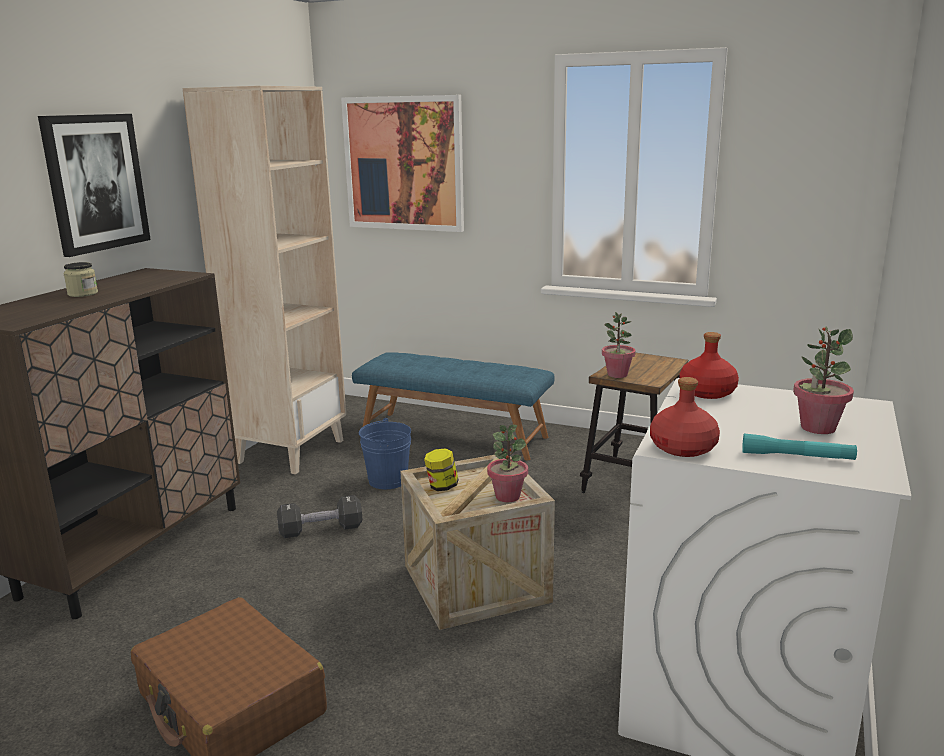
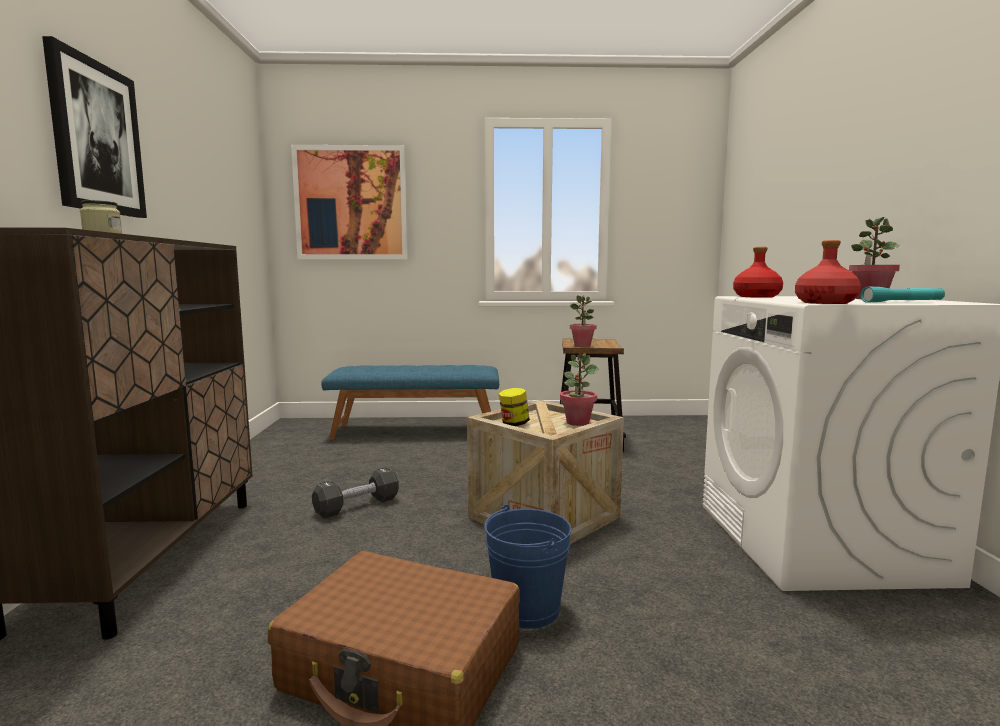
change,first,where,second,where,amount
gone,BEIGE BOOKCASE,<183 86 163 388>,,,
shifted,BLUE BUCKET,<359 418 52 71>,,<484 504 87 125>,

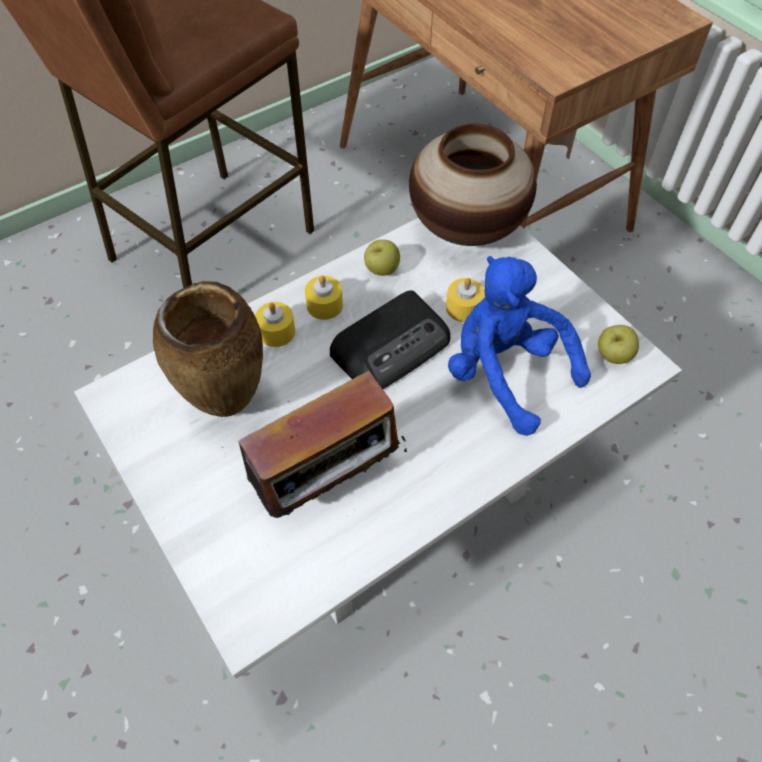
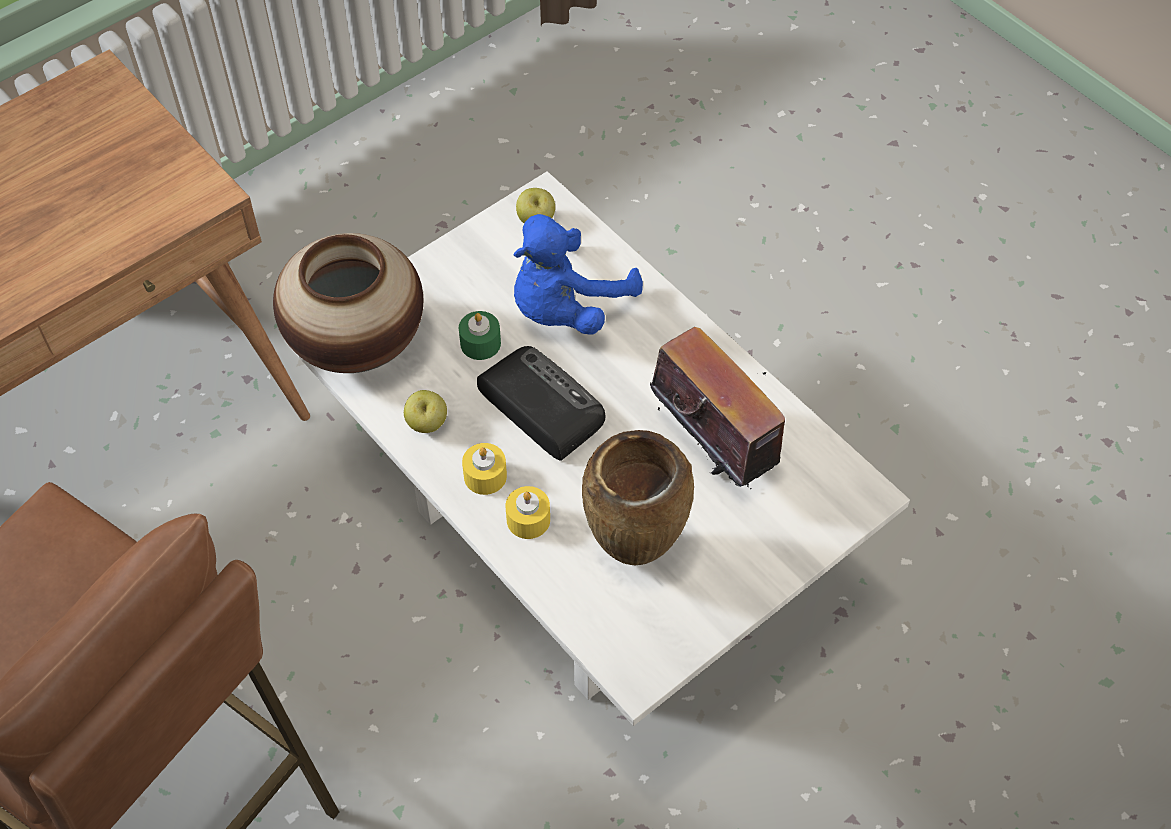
change,first,where,second,where,amount
repainted,YELLOW CANDLE,<446 278 39 44>,GREEN CANDLE,<459 311 42 49>,

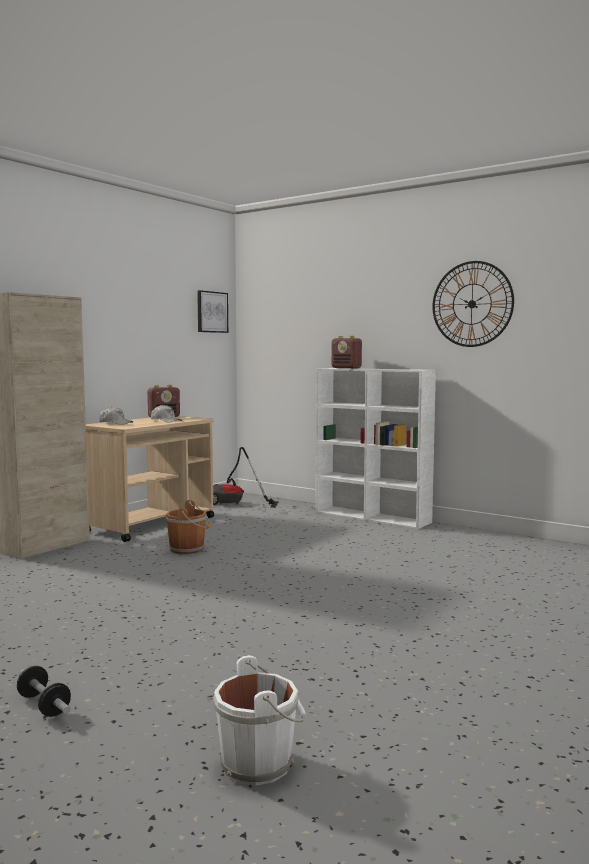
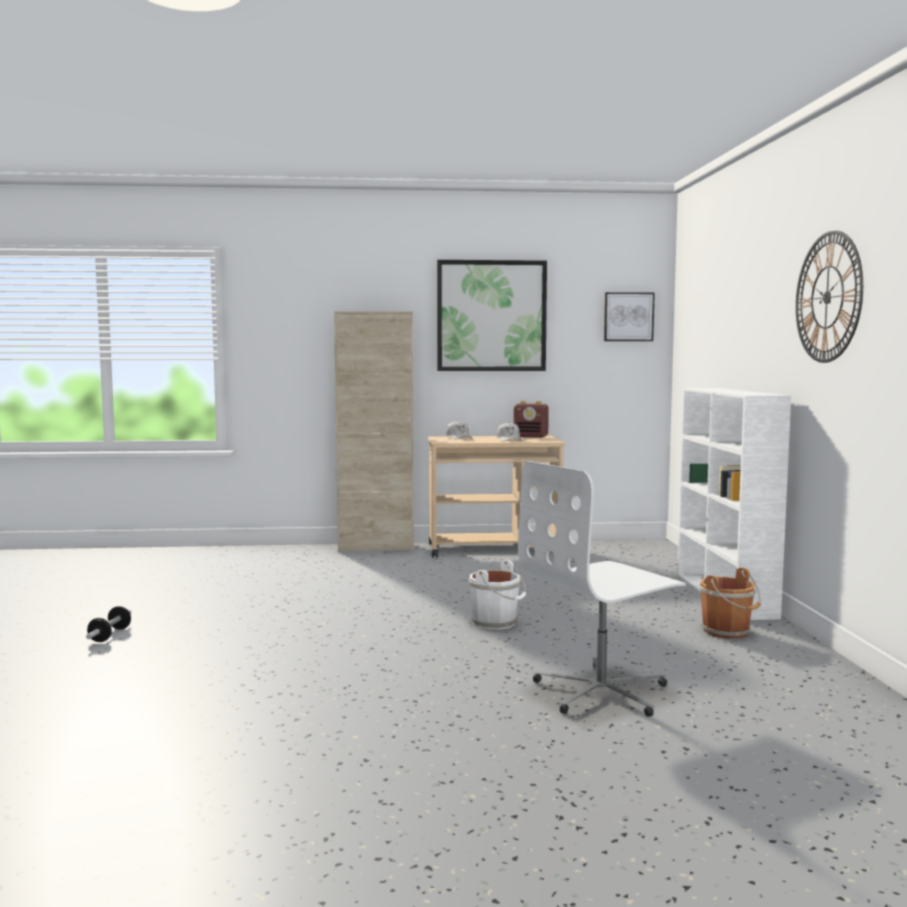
change,first,where,second,where,amount
shifted,BROWN BUCKET,<166 500 45 54>,,<700 567 61 72>,
gone,VACUUM CLEANER,<213 447 66 61>,,,
shifted,WHITE BUCKET,<213 655 93 131>,,<469 560 57 70>,
gone,RADIO,<331 336 31 33>,,,
new,,,PICTURE,<437 260 110 111>,
new,,,WHITE OFFICE CHAIR,<518 461 168 256>,

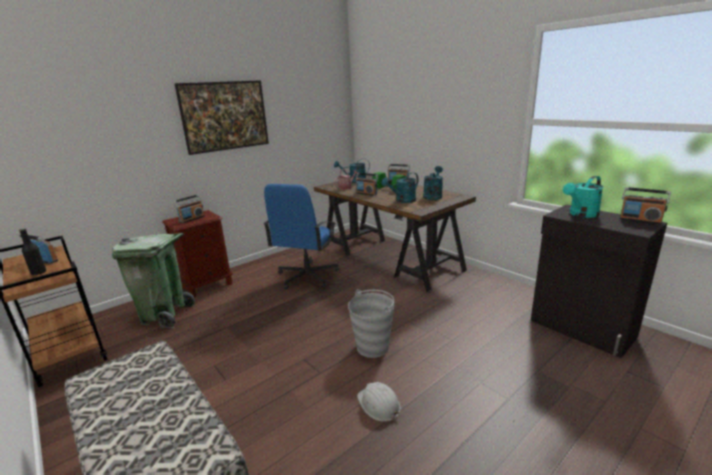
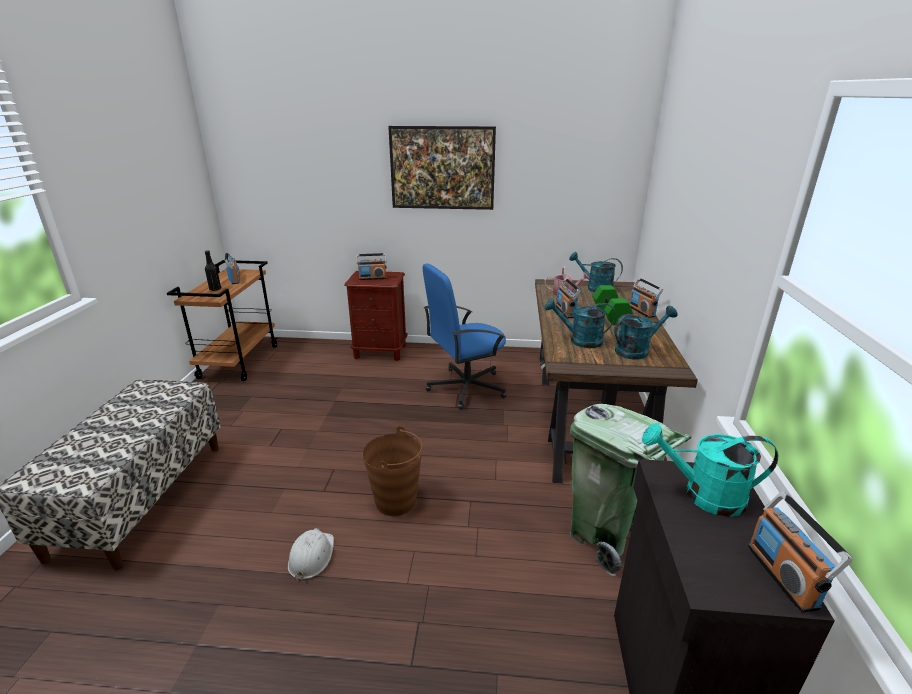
change,first,where,second,where,amount
shifted,GREEN TRASH CAN,<112 233 83 95>,,<570 404 121 172>,
repainted,GREY BUCKET,<348 289 47 69>,BROWN BUCKET,<363 426 60 90>,

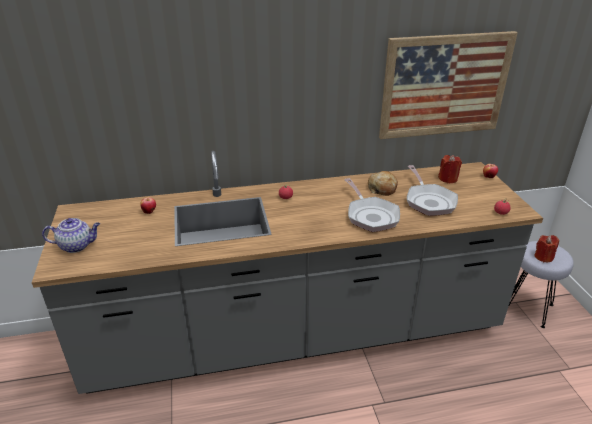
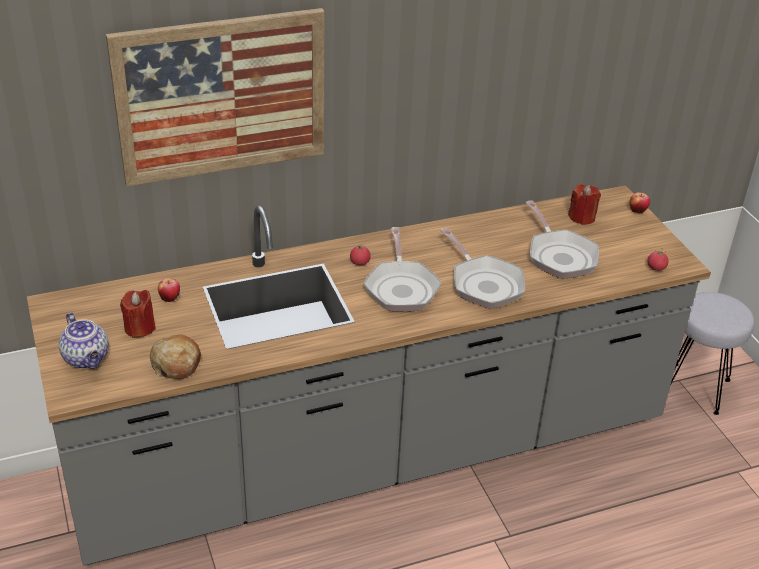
change,first,where,second,where,amount
rotated,TEAPOT,<42 218 58 35>,,<59 312 50 57>,75 degrees clockwise
shifted,BREAD,<368 171 30 25>,,<150 334 51 45>,
shifted,PICTURE,<379 31 139 108>,,<106 8 218 178>,
shifted,RED CANDLE,<535 235 24 27>,,<120 290 36 48>,
new,,,FRYING PAN,<363 227 79 84>,

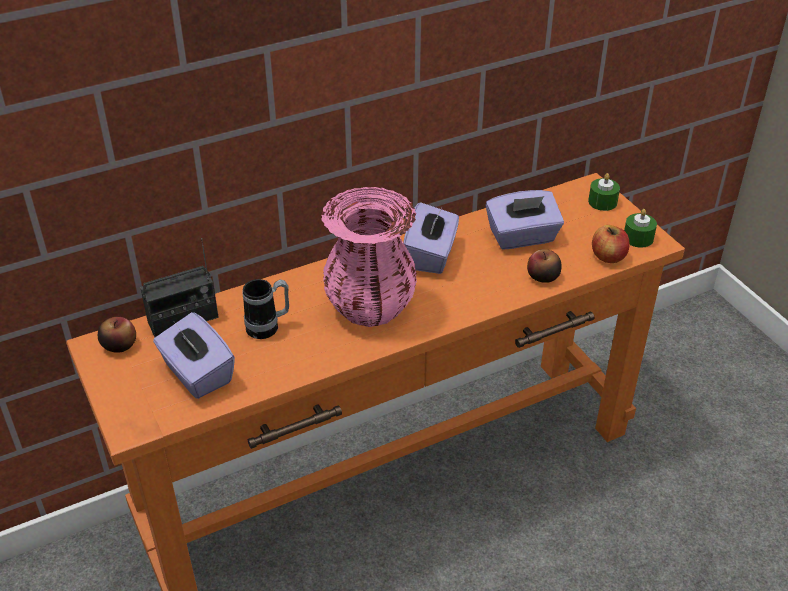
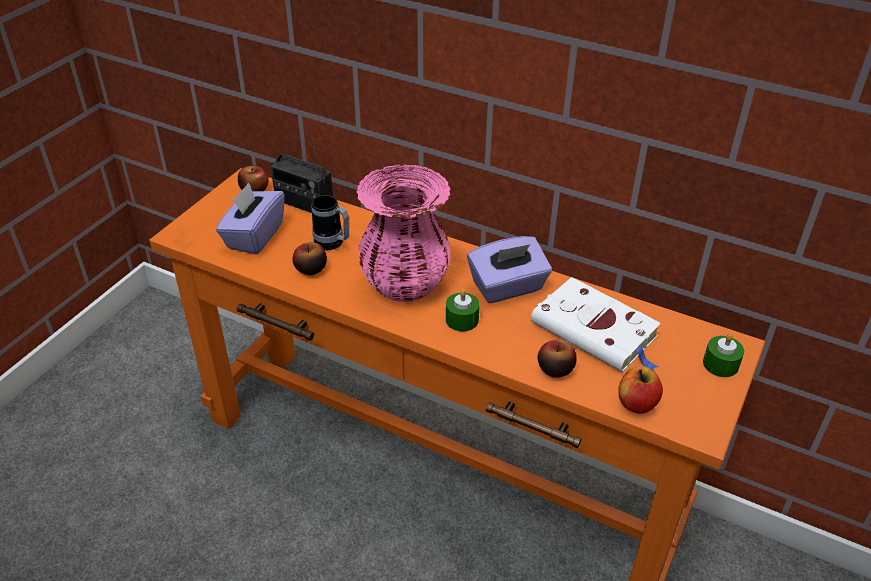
change,first,where,second,where,amount
swapped,PURPLE TISSUE BOX,<485 190 79 60>,WHITE BOOK,<531 277 130 95>,
shifted,GREEN CANDLE,<624 209 33 39>,,<446 289 34 42>,
new,,,APPLE,<293 242 34 33>,

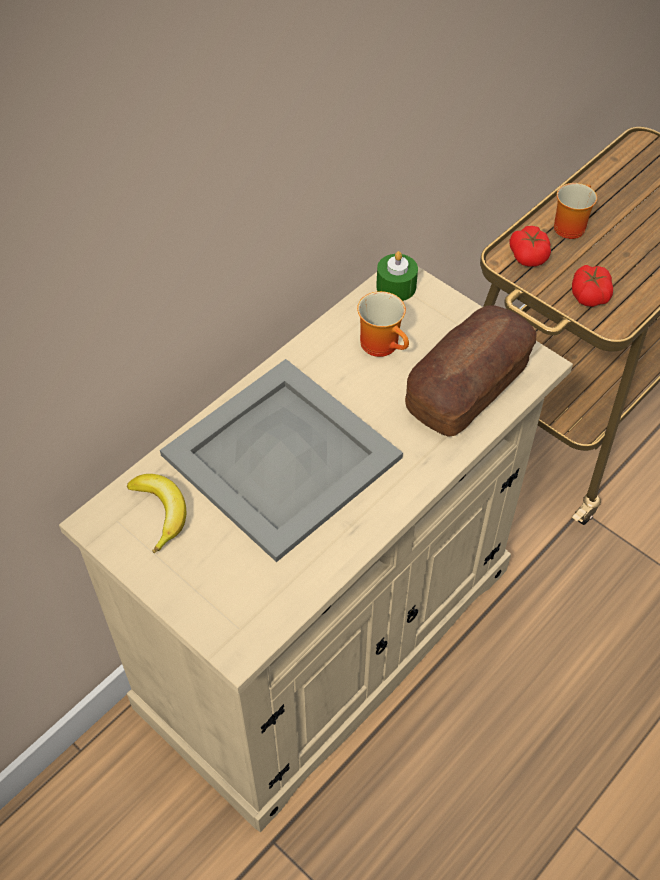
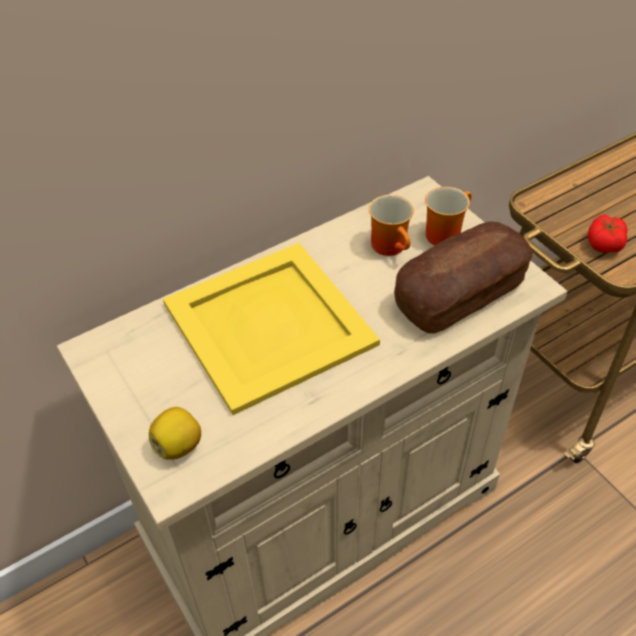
change,first,where,second,where,amount
gone,BANANA,<127 474 59 79>,,,
repainted,GREY TRAY,<160 359 243 203>,YELLOW TRAY,<163 243 217 172>,
gone,GREEN CANDLE,<376 251 42 50>,,,
gone,TOMATO,<509 226 42 41>,,,
shifted,MUG,<554 183 43 56>,,<425 187 47 58>,
new,,,LEMON,<149 407 52 53>,

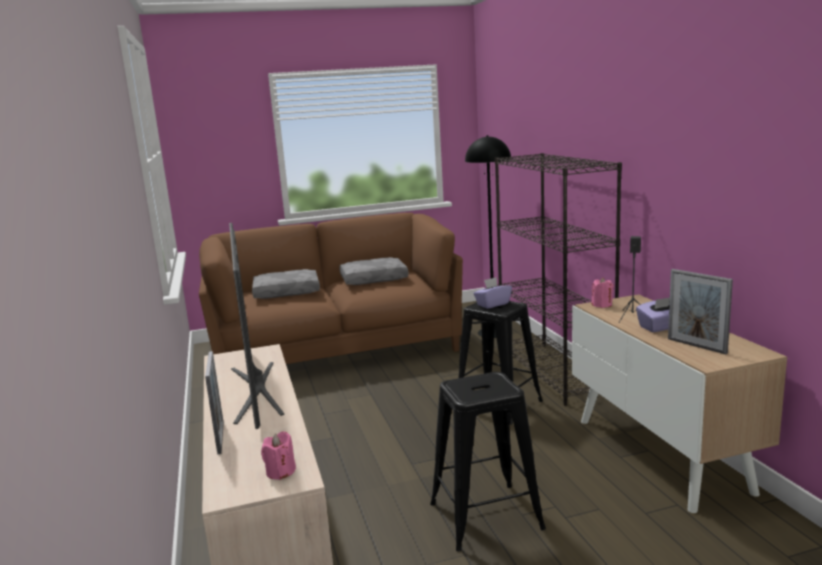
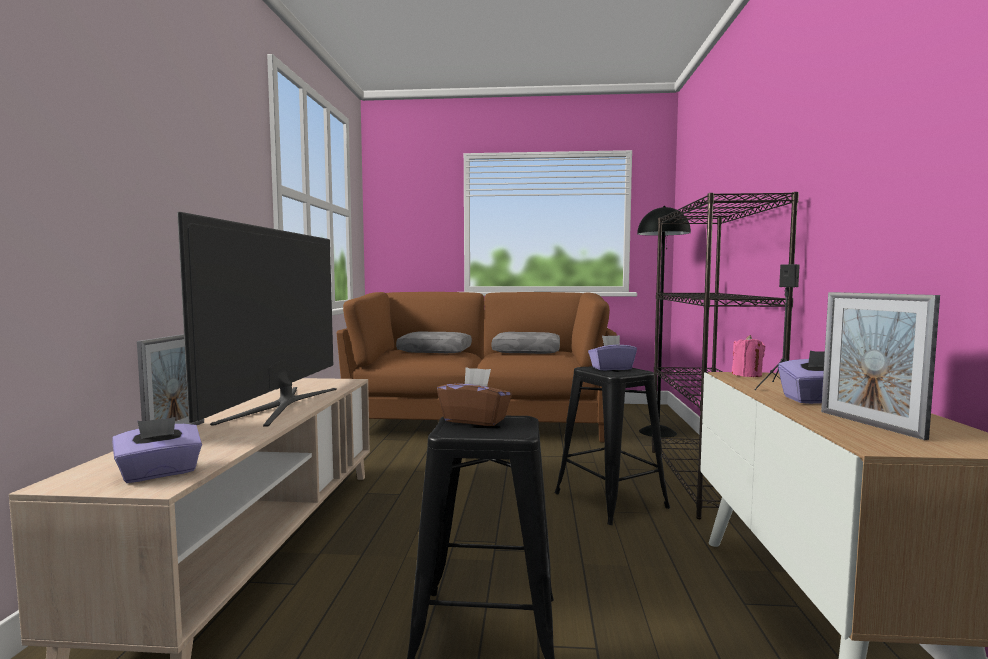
change,first,where,second,where,amount
swapped,PINK CANDLE,<261 432 35 48>,PURPLE TISSUE BOX,<112 417 90 66>,
new,,,BROWN TISSUE BOX,<437 367 75 59>,

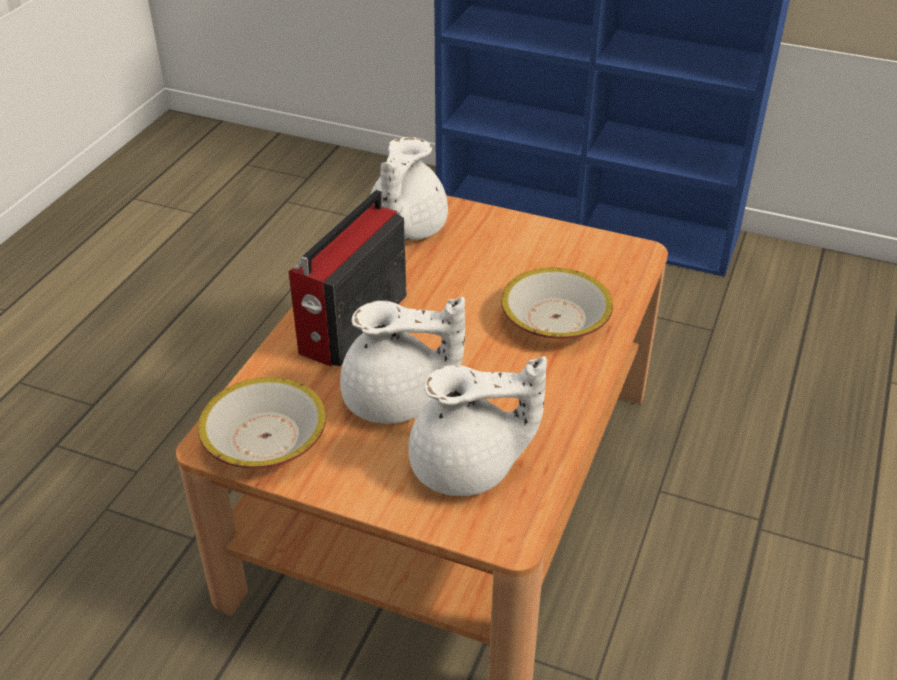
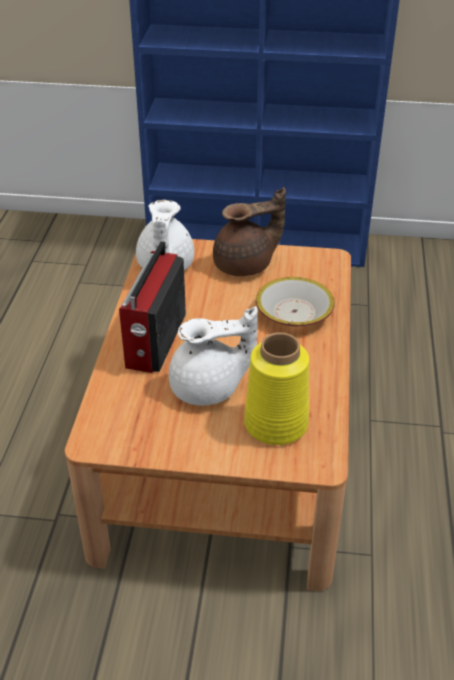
change,first,where,second,where,amount
gone,BOWL,<198 377 128 92>,,,
swapped,WHITE TEAPOT,<409 356 138 140>,YELLOW VASE,<244 332 65 113>,
new,,,BROWN TEAPOT,<213 187 73 89>,

